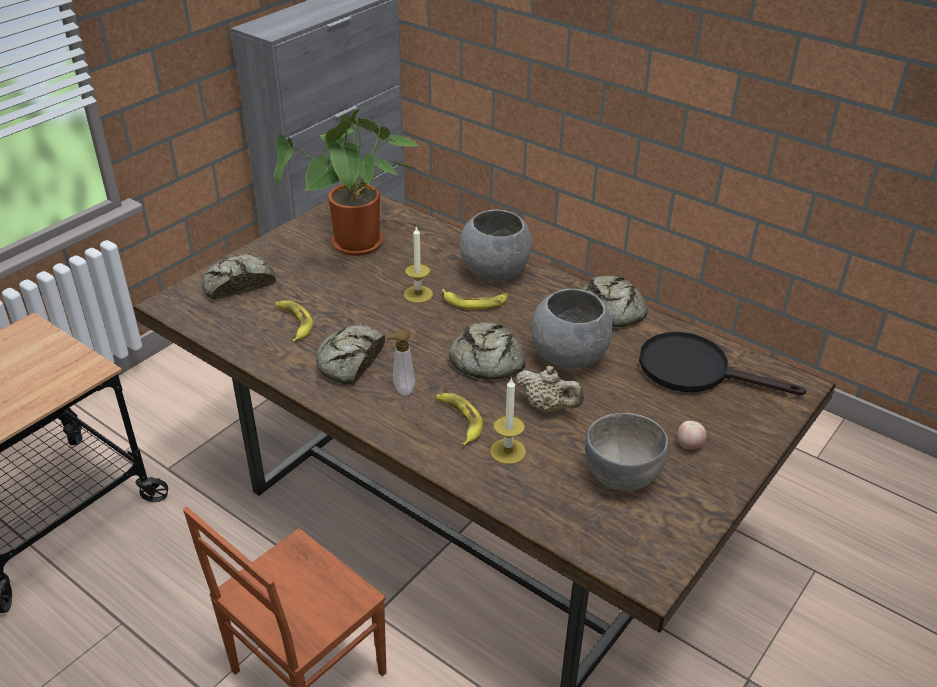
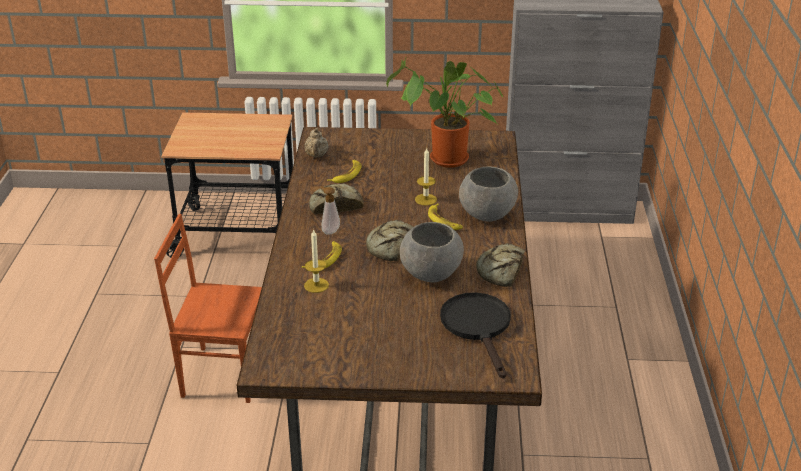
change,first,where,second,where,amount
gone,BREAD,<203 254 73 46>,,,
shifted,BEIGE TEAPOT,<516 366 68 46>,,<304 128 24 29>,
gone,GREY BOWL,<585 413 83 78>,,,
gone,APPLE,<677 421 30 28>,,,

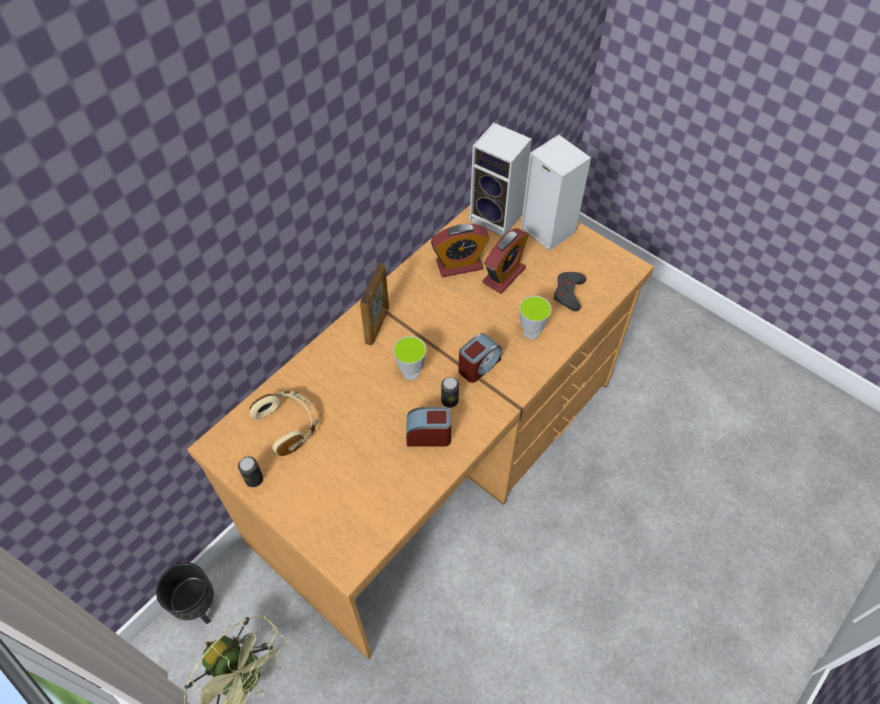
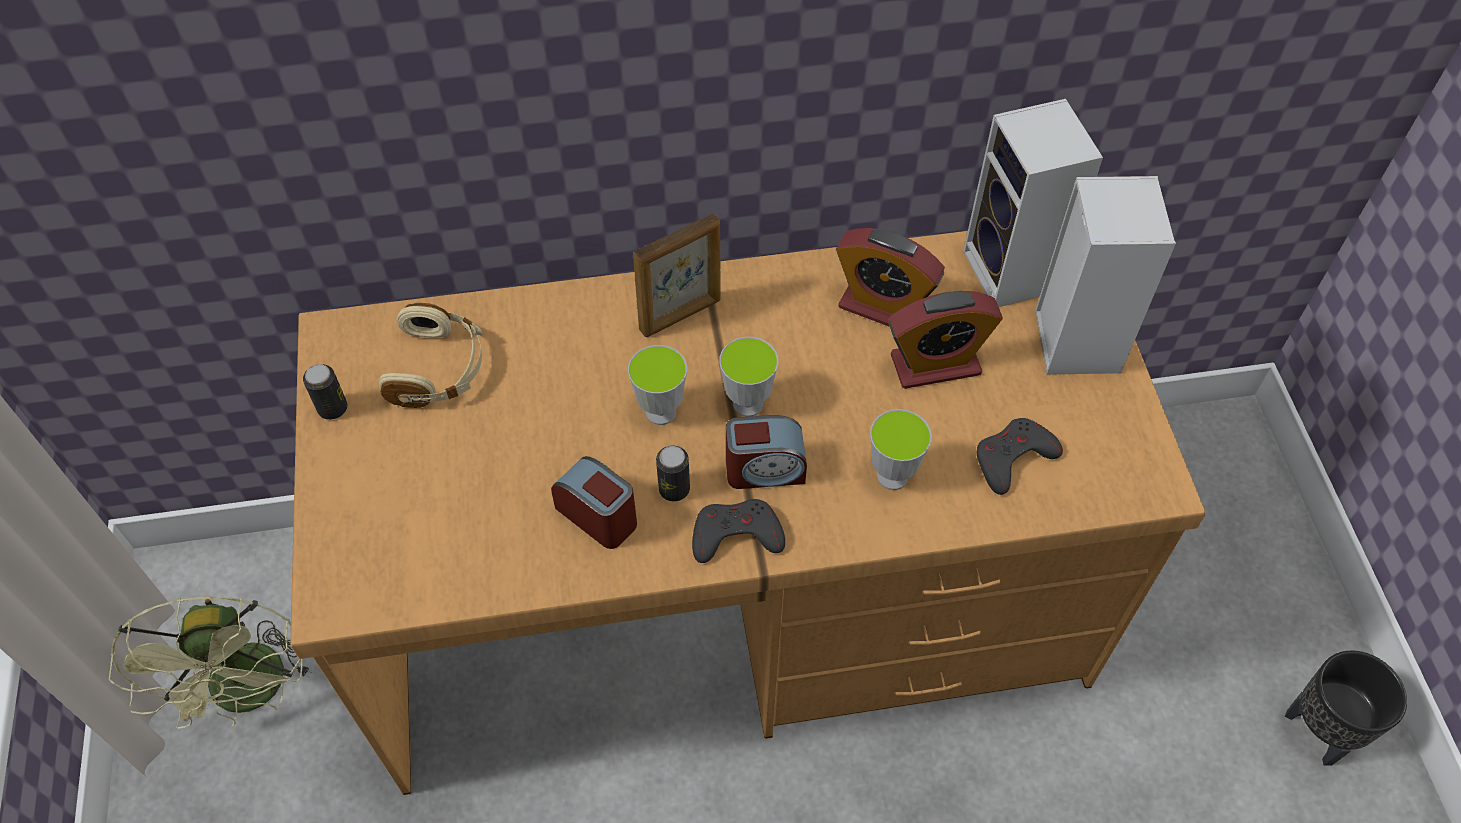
change,first,where,second,where,amount
shifted,BLACK PLANTER,<156 562 58 62>,,<1285 651 122 115>,
new,,,GREY GAME CONTROLLER,<692 499 93 64>,
new,,,CUP,<719 337 59 80>,

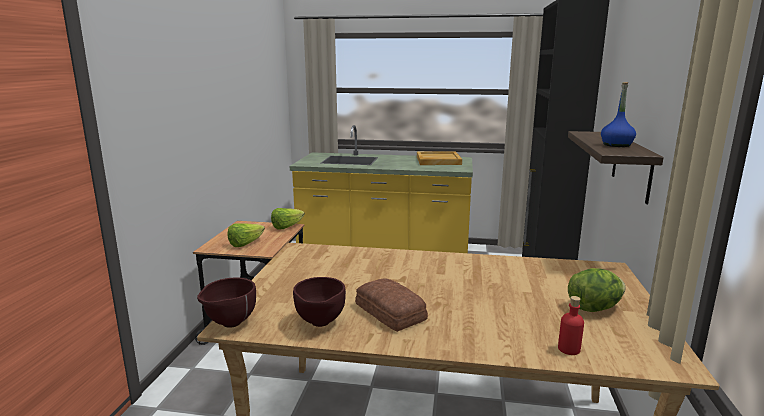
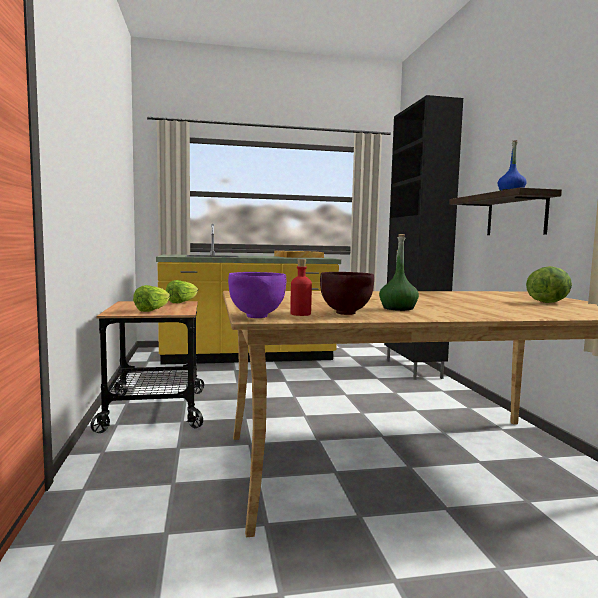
change,first,where,second,where,amount
repainted,BROWN BOWL,<197 278 59 50>,PURPLE BOWL,<228 272 58 46>,
swapped,BREAD,<355 278 73 54>,GREEN BOTTLE,<379 234 40 77>,
shifted,RED BOTTLE,<558 296 26 59>,,<290 259 22 57>,

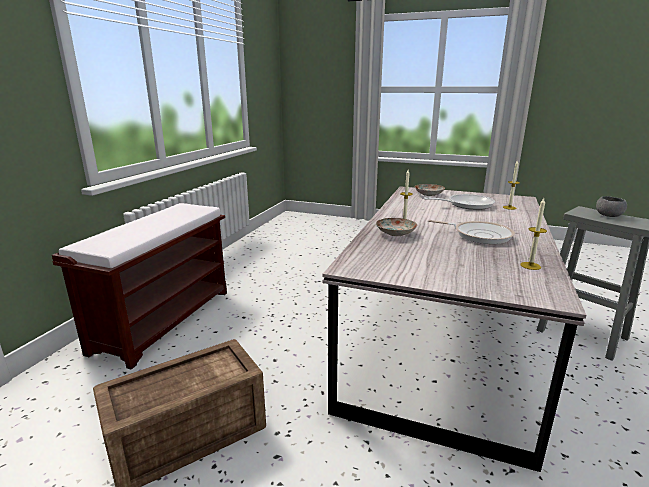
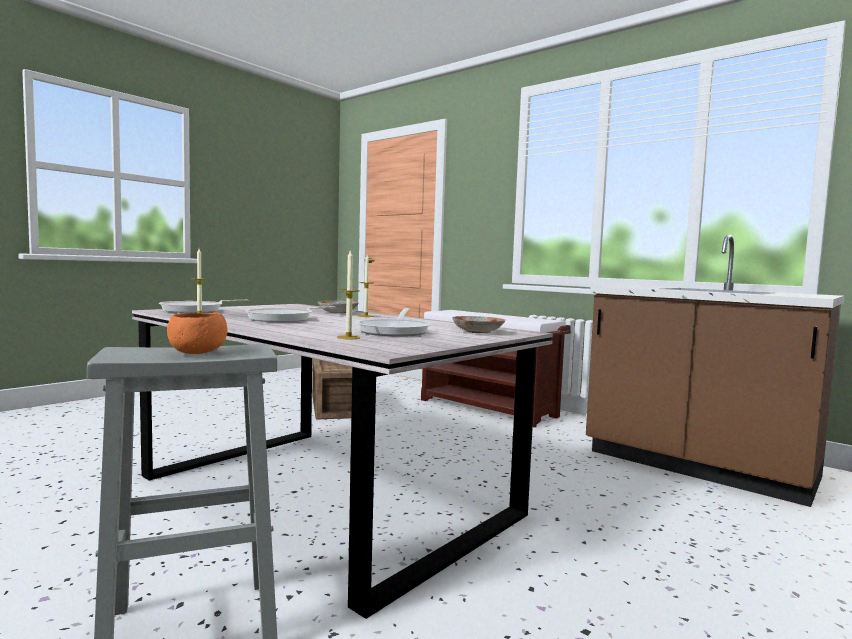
change,first,where,second,where,amount
repainted,GREY BOWL,<596 196 31 21>,ORANGE BOWL,<167 312 60 42>,
new,,,FRYING PAN,<159 300 89 13>,
new,,,BROWN COUNTER,<586 234 259 273>,

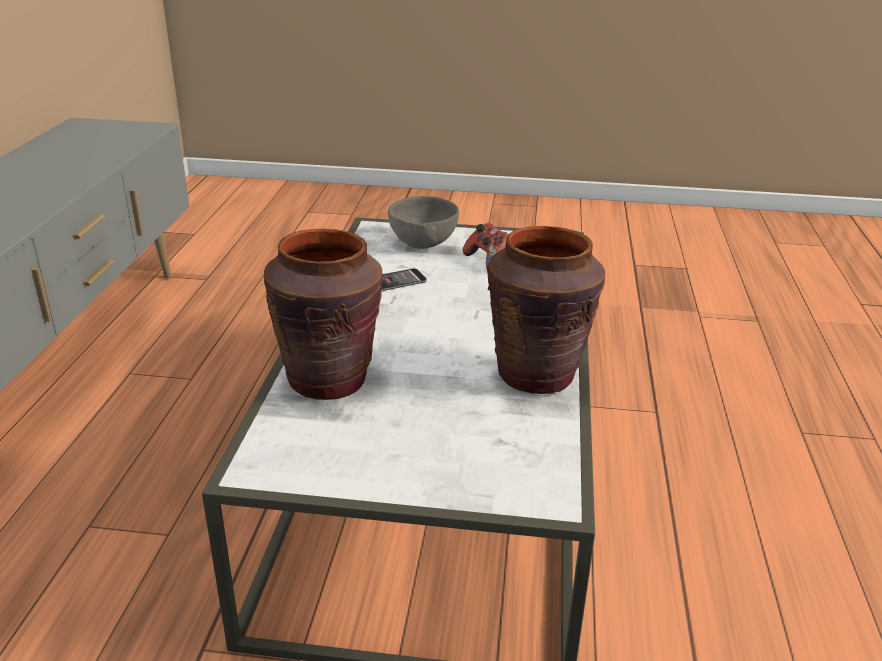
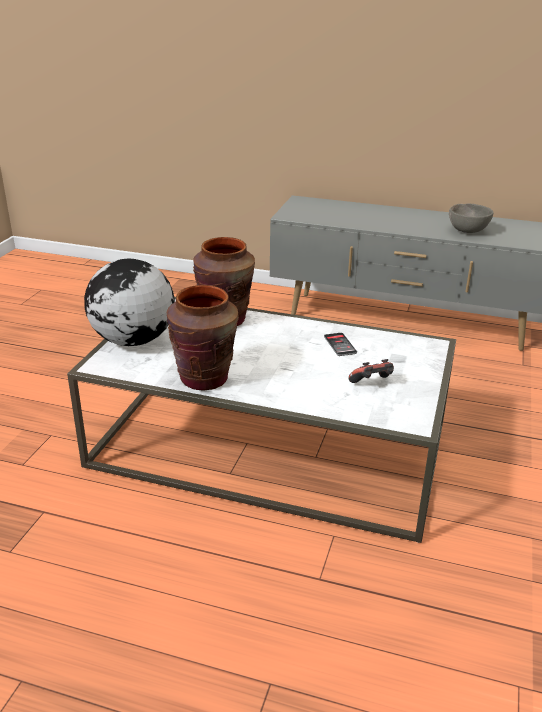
change,first,where,second,where,amount
shifted,GREY BOWL,<388 196 71 53>,,<449 204 45 29>,
new,,,GLOBE,<84 259 91 87>,

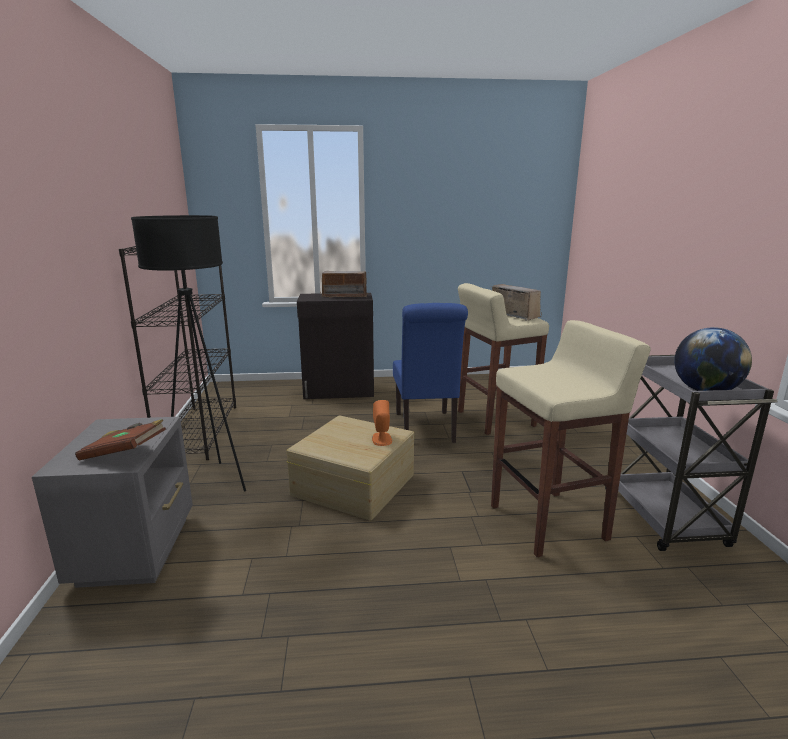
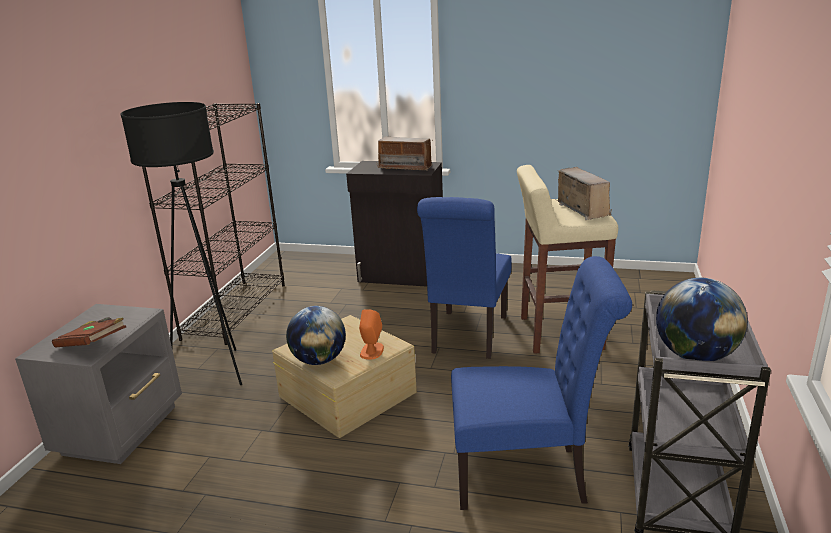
change,first,where,second,where,amount
swapped,BEIGE STOOL,<491 320 160 237>,BLUE CHAIR,<451 256 181 254>,
new,,,GLOBE,<286 306 60 59>,

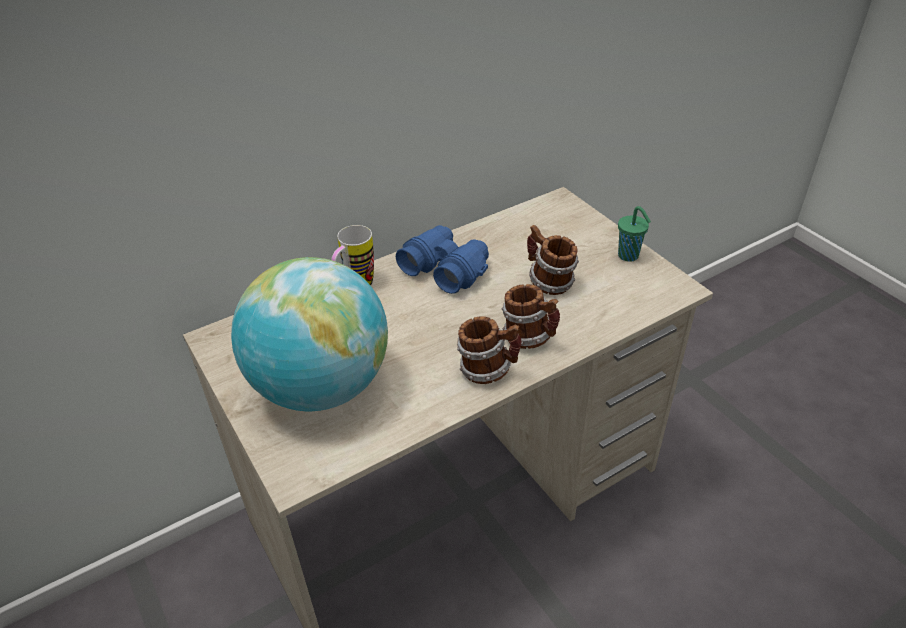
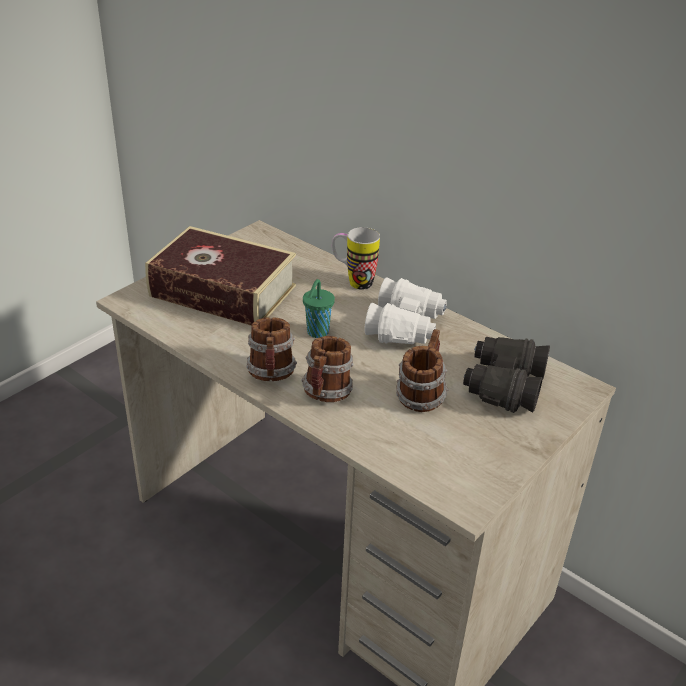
change,first,where,second,where,amount
swapped,GLOBE,<231 257 157 154>,BOOK,<145 226 151 100>,
repainted,BLUE BINOCULARS,<396 225 93 69>,WHITE BINOCULARS,<365 277 82 67>,
shifted,GREEN CUP,<618 206 33 56>,,<303 279 32 59>,
new,,,BLACK BINOCULARS,<463 337 87 76>,

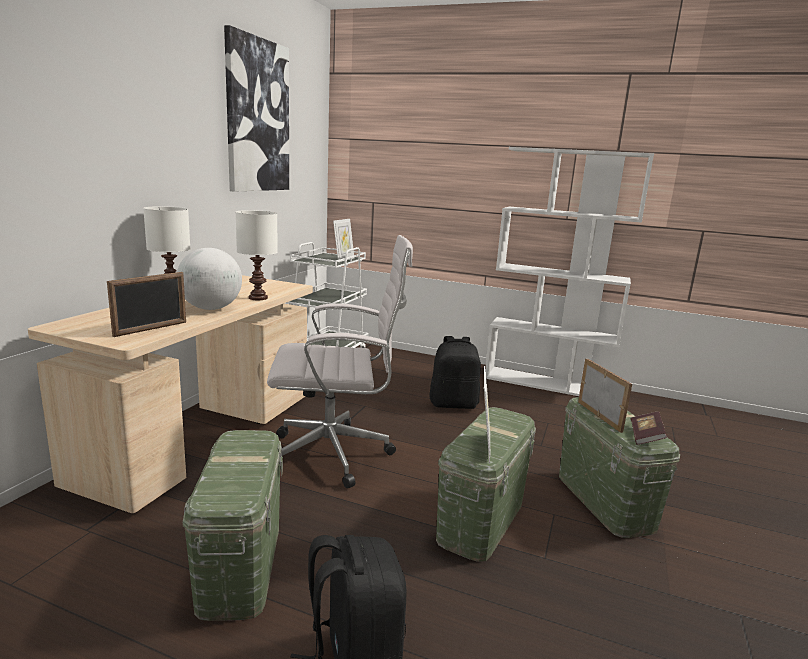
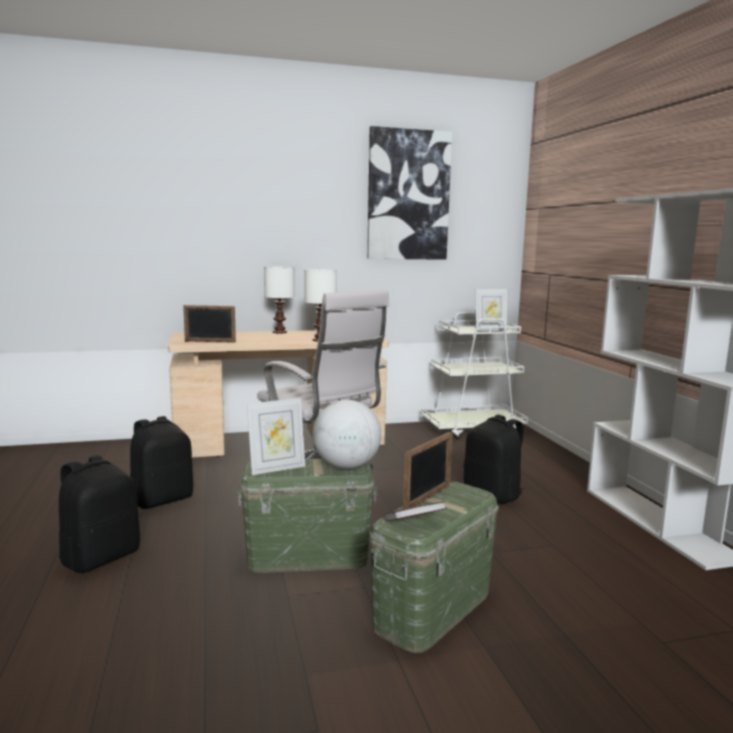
change,first,where,second,where,amount
shifted,GLOBE,<177 248 65 62>,,<313 400 68 69>,
swapped,GREEN STORAGE BOX,<183 430 100 191>,BLACK BACKPACK,<130 416 63 93>,

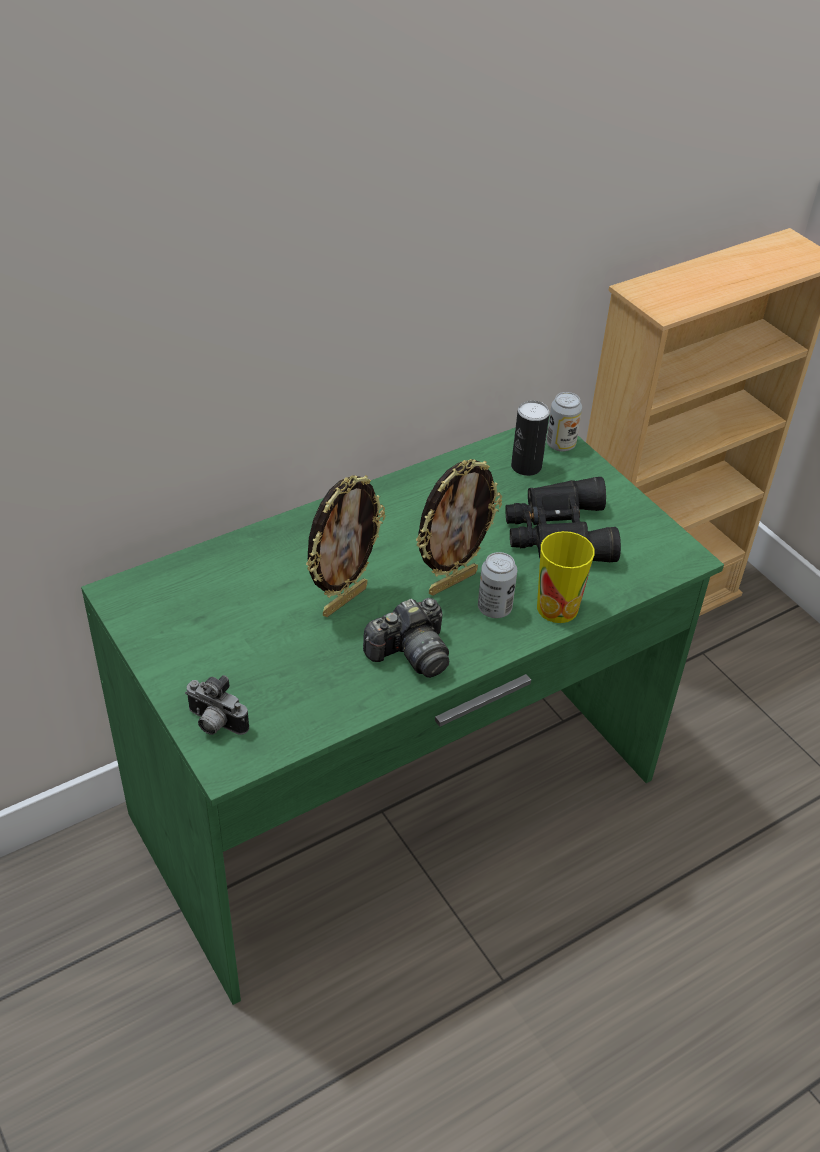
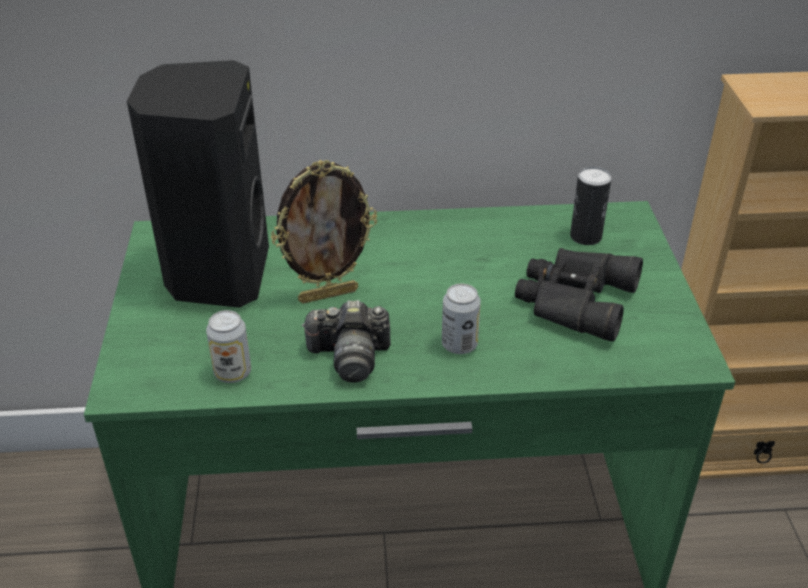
change,first,where,second,where,amount
gone,PHOTO CAMERA,<185 675 64 60>,,,
gone,PICTURE FRAME,<416 459 86 136>,,,
gone,CUP,<537 531 58 92>,,,
shifted,CAN,<546 392 36 60>,,<206 310 45 73>,
new,,,BLACK SPEAKER,<127 60 142 248>,

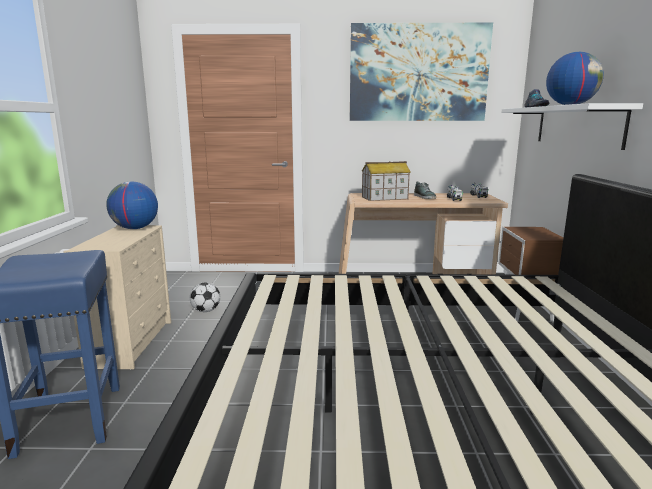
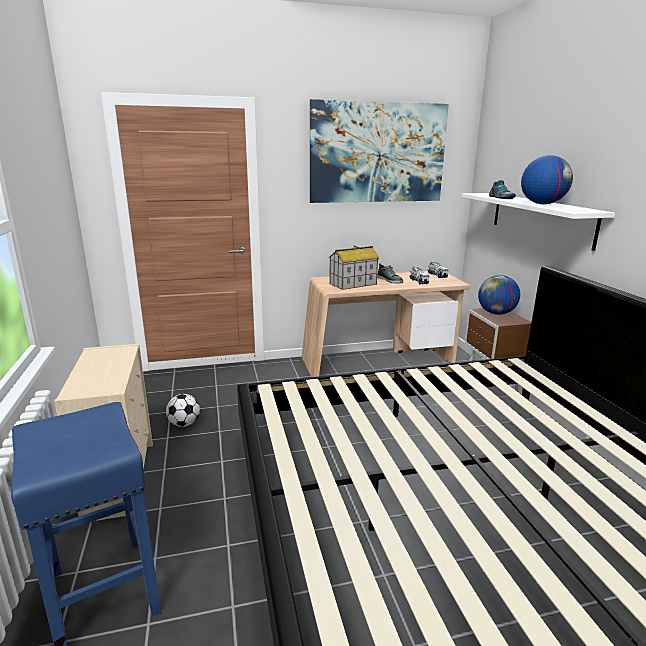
change,first,where,second,where,amount
shifted,GLOBE,<106 181 52 48>,,<478 275 42 40>,

